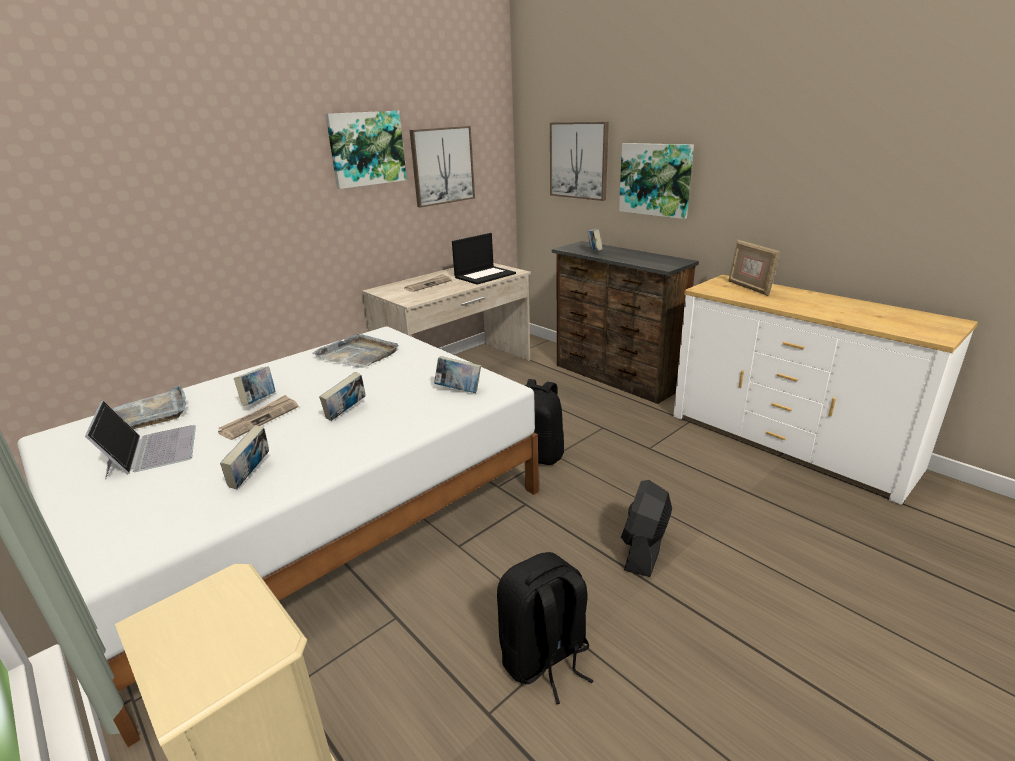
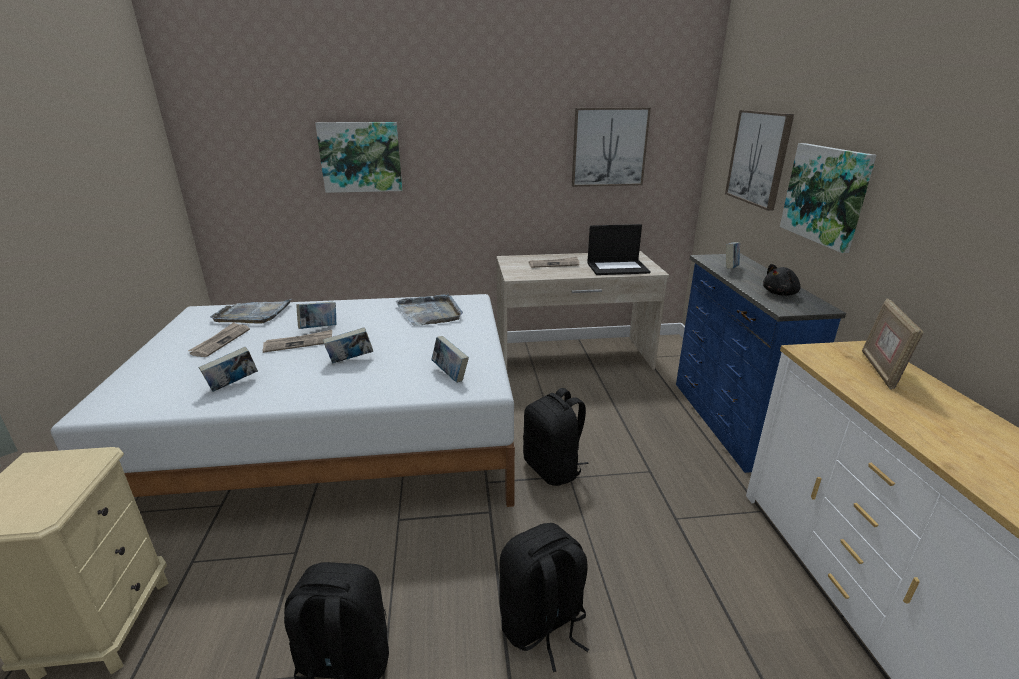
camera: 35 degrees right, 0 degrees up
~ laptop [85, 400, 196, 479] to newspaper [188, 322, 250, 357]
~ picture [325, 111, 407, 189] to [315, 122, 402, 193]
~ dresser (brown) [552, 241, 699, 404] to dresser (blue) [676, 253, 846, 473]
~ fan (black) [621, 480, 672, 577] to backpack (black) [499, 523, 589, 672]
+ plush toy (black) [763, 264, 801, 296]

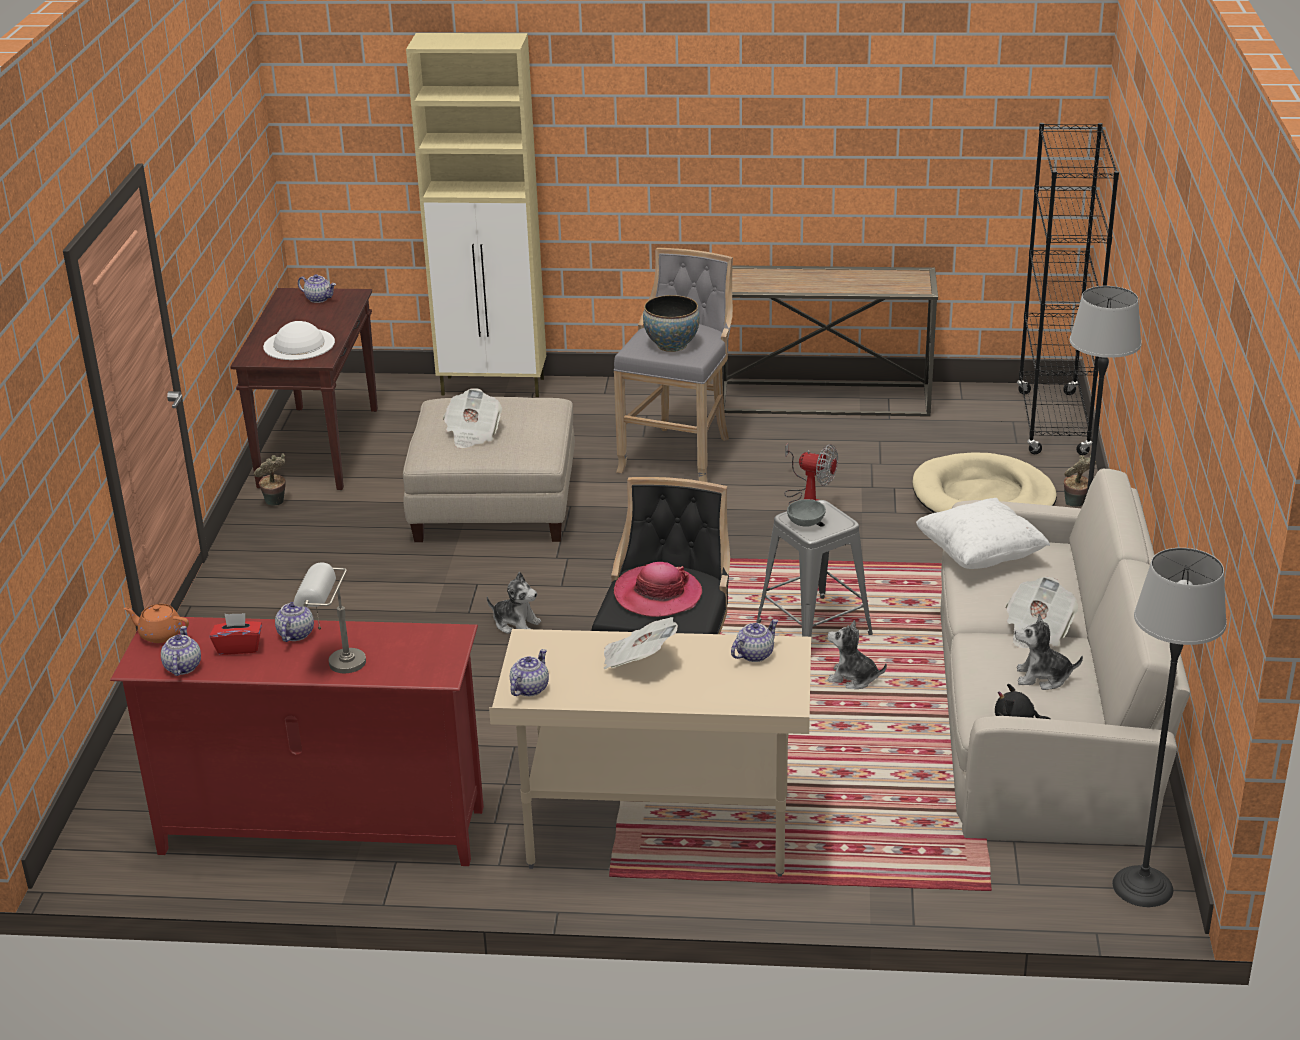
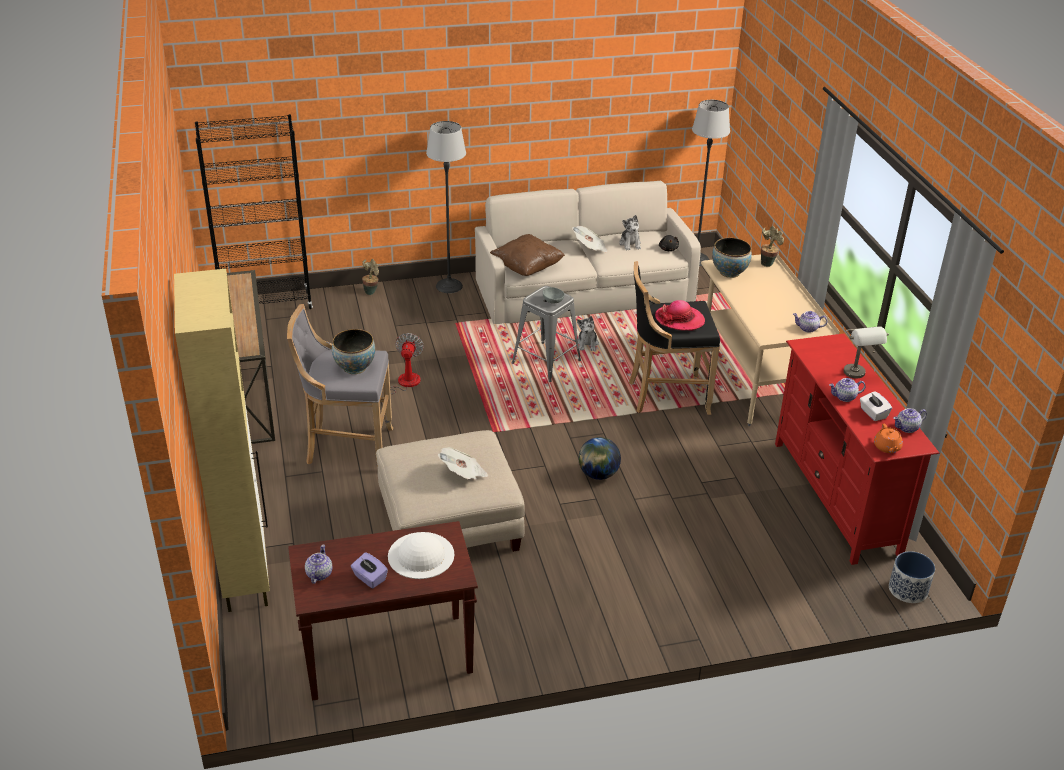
camera: 110 degrees left, 5 degrees up
~ tissue box (red) [210, 613, 262, 655] to tissue box (white) [860, 391, 892, 421]
~ potted plant [254, 453, 286, 506] to [761, 226, 784, 267]
~ plush toy [487, 572, 541, 634] to globe [578, 437, 621, 480]
- newspaper [604, 617, 678, 669]
~ teapot [731, 619, 779, 662] to bowl [712, 238, 752, 278]
- dog bed (beige) [912, 453, 1057, 513]
~ pillow (white) [916, 498, 1050, 569] to pillow (brown) [490, 234, 565, 276]
+ tissue box (purple) [350, 552, 388, 589]
+ planter [889, 551, 935, 603]

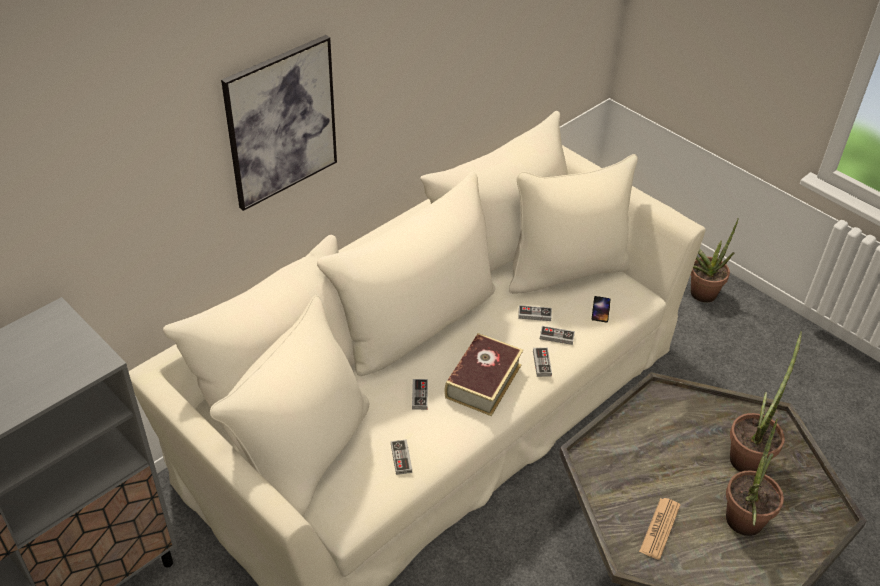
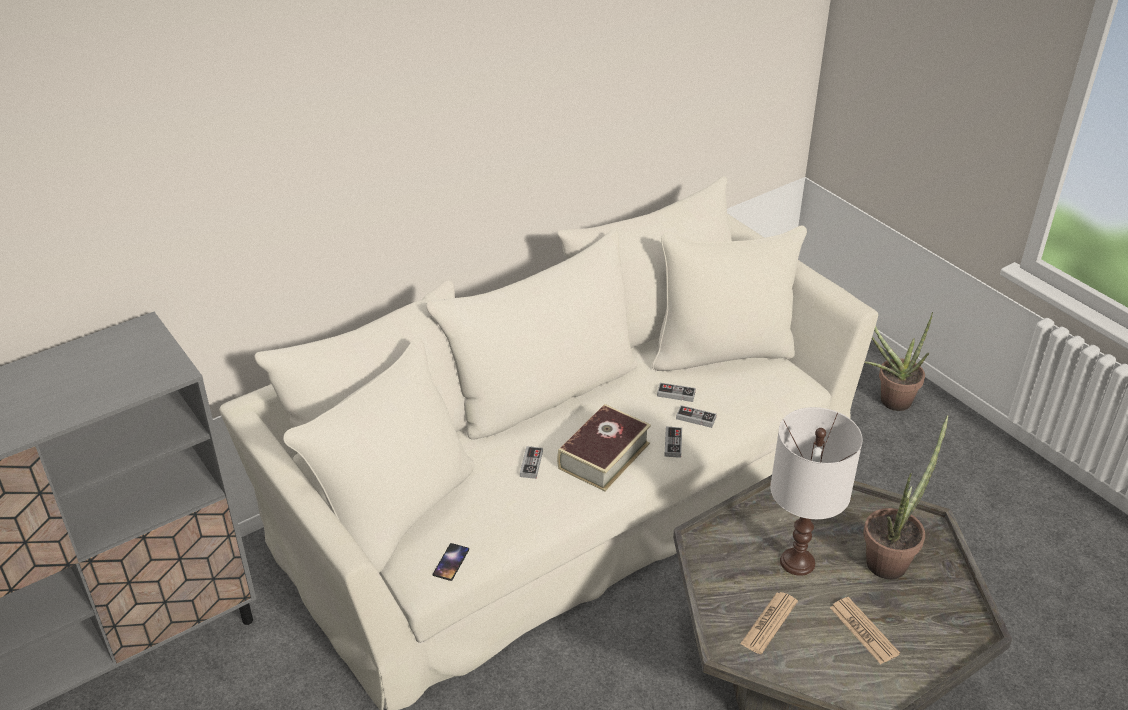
camera: 10 degrees right, 5 degrees down
- picture [221, 35, 337, 211]
- game controller [391, 439, 412, 475]
~ phone [592, 296, 611, 323] to [433, 543, 469, 581]
~ potted plant [726, 418, 784, 536] to newspaper [830, 597, 900, 664]
+ table lamp (white) [770, 407, 863, 576]

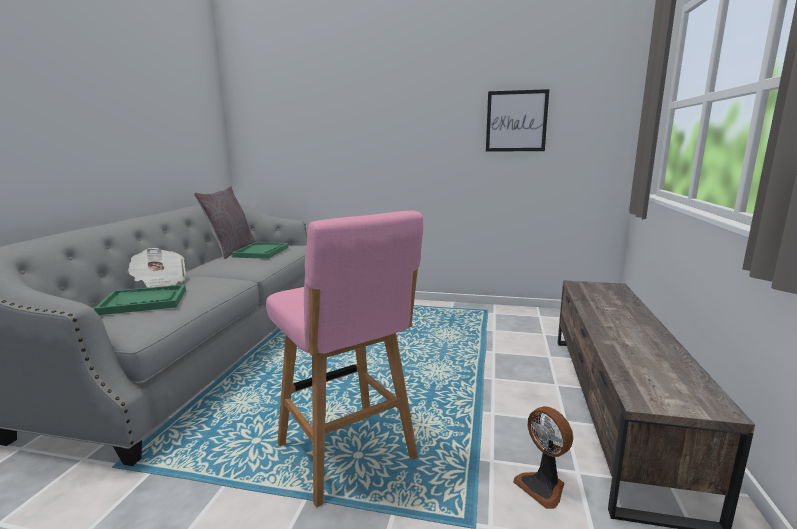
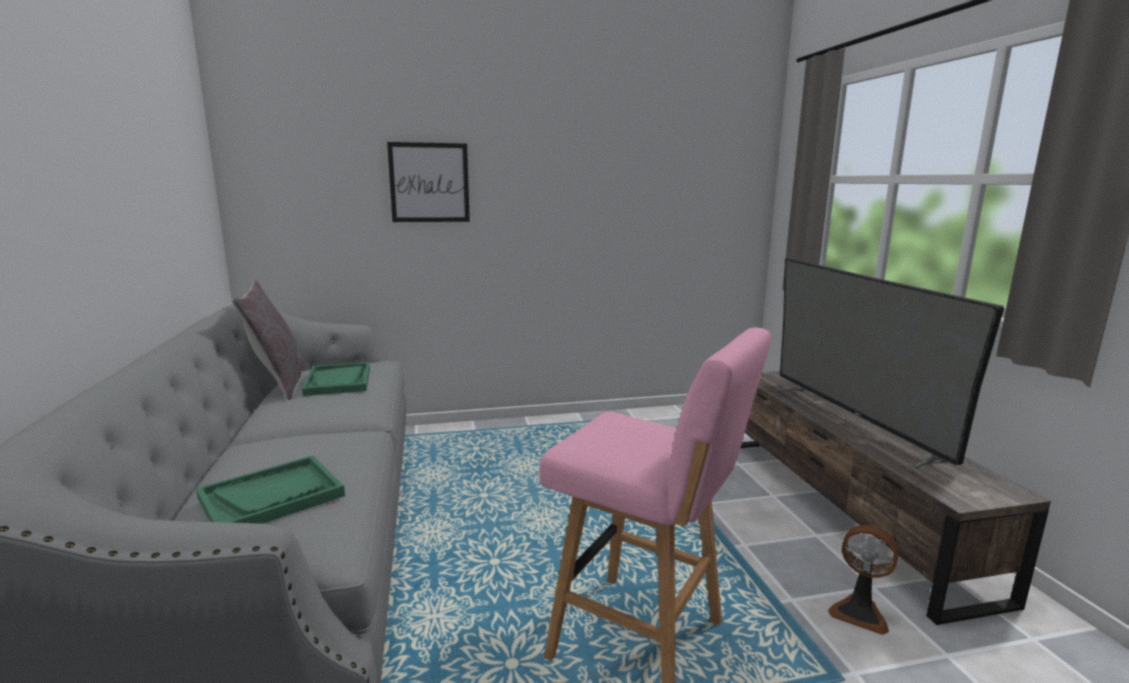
camera: 25 degrees left, 0 degrees up
- newspaper [128, 248, 186, 288]
~ picture [486, 89, 549, 152] to [387, 142, 470, 222]
+ television [775, 258, 1004, 469]

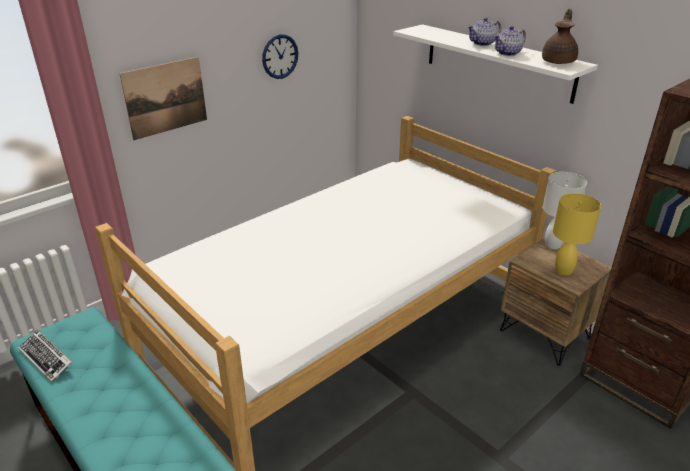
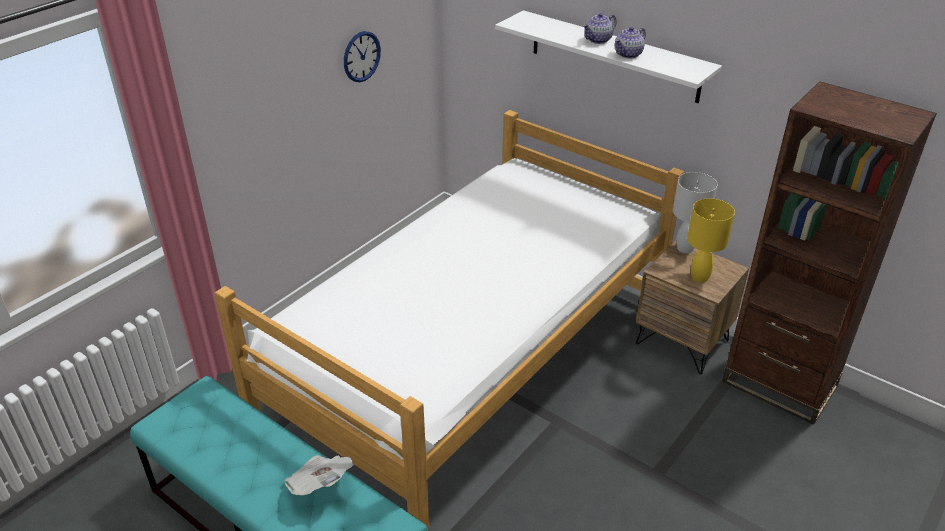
camera: 10 degrees left, 5 degrees up
- keyboard [18, 330, 73, 383]
- picture [119, 57, 207, 140]
- teapot (brown) [542, 9, 578, 64]
+ newspaper [284, 455, 354, 495]

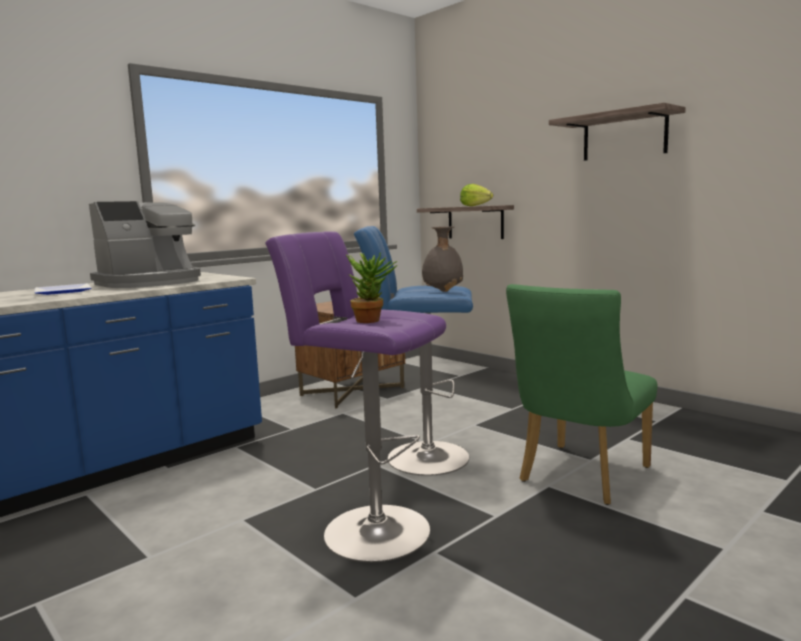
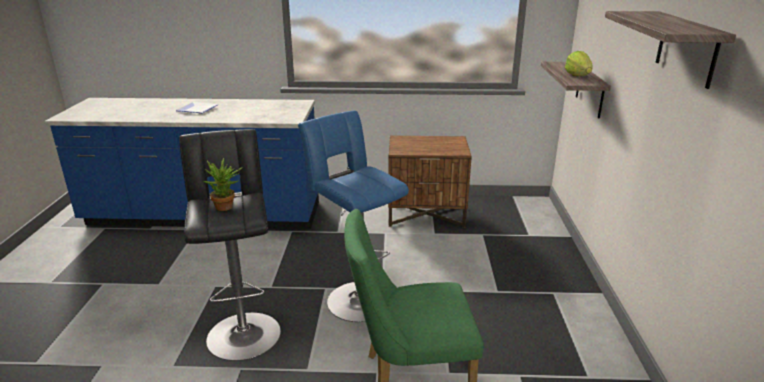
camera: 45 degrees right, 15 degrees up
- coffee machine [89, 201, 201, 288]
~ stool (purple) [265, 231, 446, 563] to stool (black) [179, 129, 281, 361]
- vase (grey) [422, 226, 463, 292]

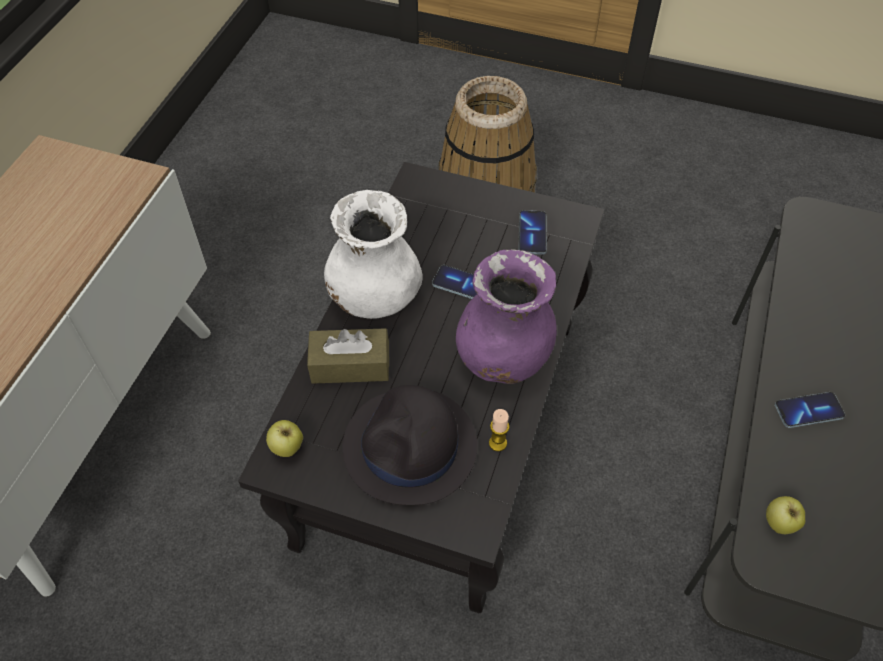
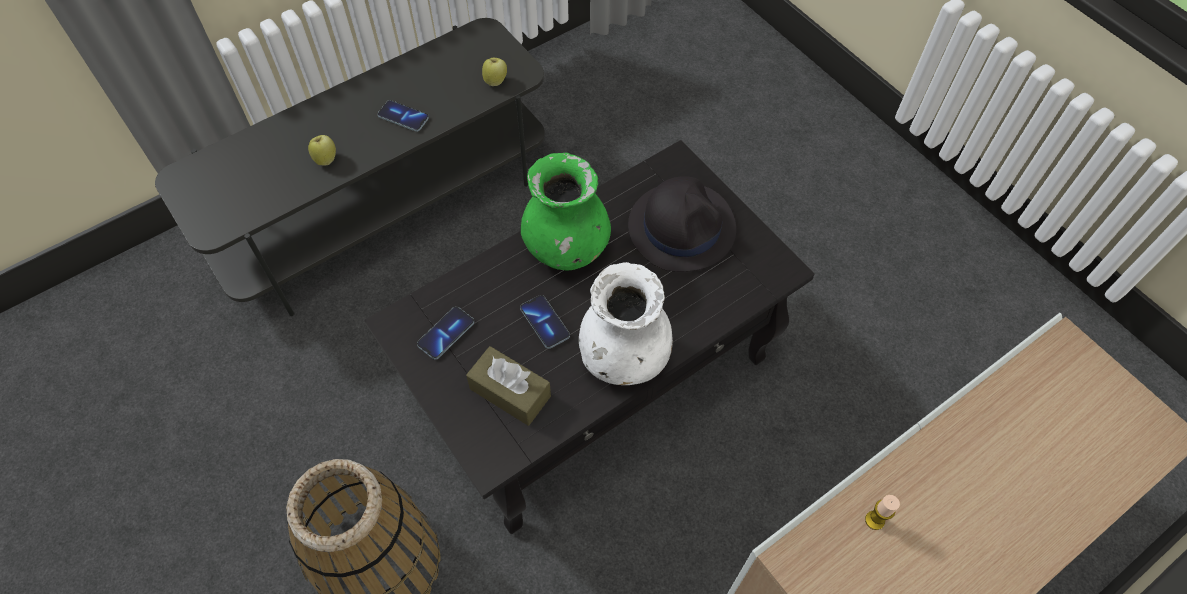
camera: 145 degrees left, 5 degrees up
~ apple [266, 420, 303, 457] to [308, 135, 336, 166]
~ tissue box (brown) [307, 328, 389, 384] to [466, 346, 551, 426]
~ vase (purple) [456, 249, 557, 384] to vase (green) [521, 153, 611, 270]
~ candle [489, 409, 509, 452] to [865, 495, 900, 530]

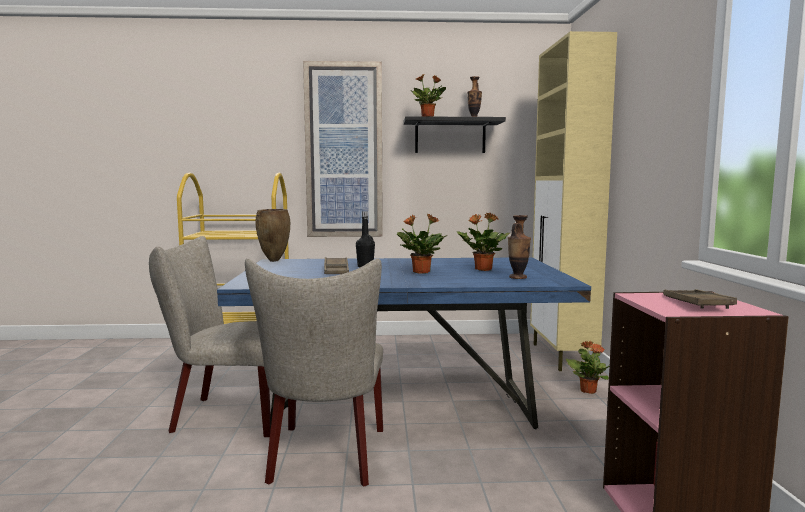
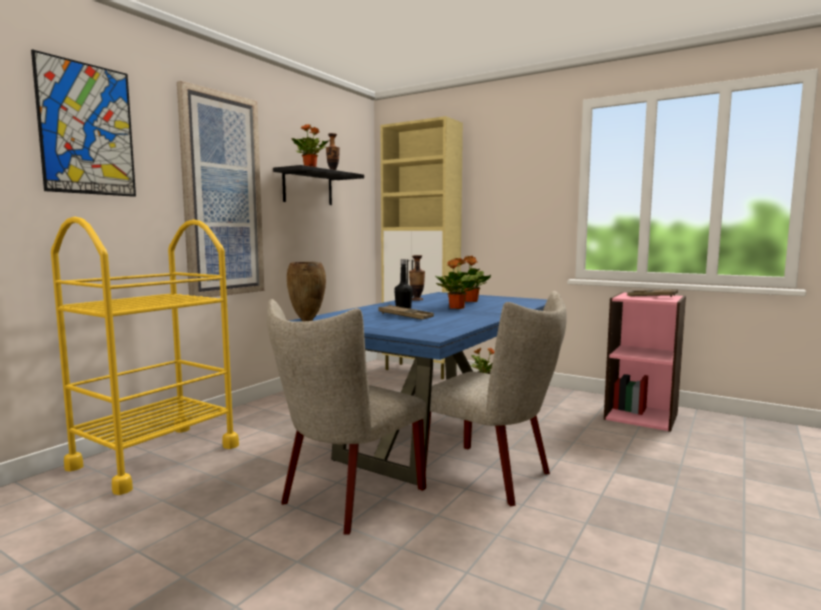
camera: 55 degrees left, 0 degrees up
~ vase [508, 215, 531, 279] to [409, 255, 425, 301]
+ picture [31, 49, 136, 197]

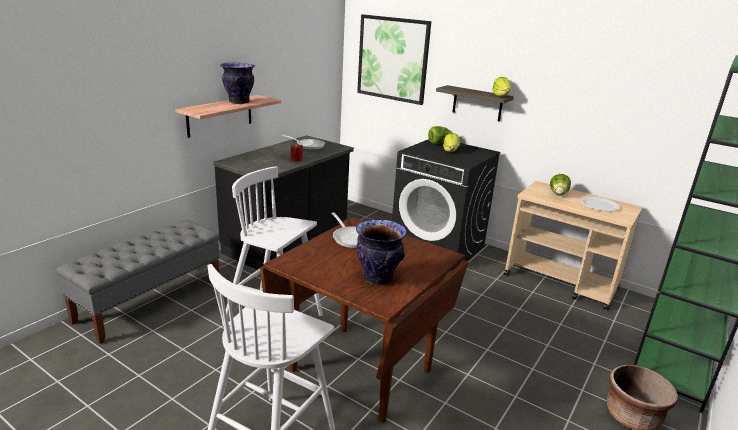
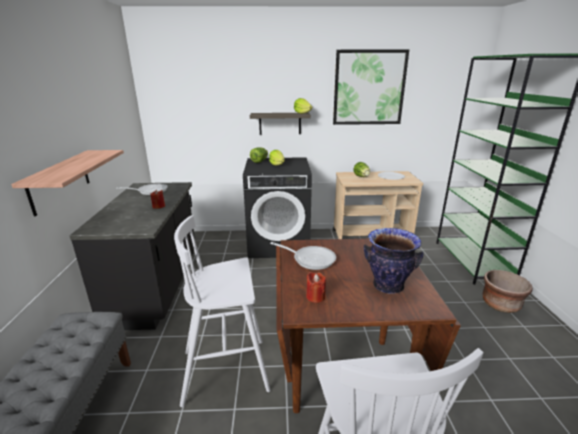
camera: 35 degrees left, 0 degrees up
- vase [221, 63, 255, 104]
~ picture [357, 14, 431, 105] to [333, 49, 409, 125]
+ candle (red) [306, 272, 326, 303]

